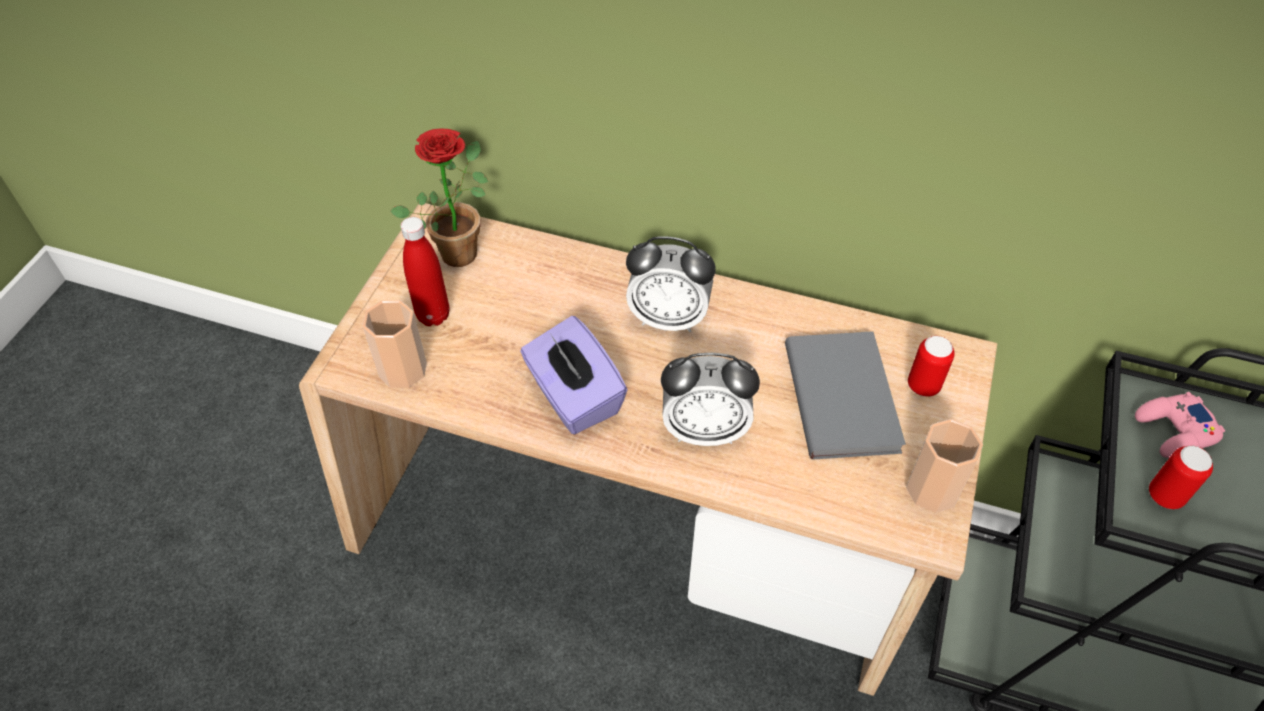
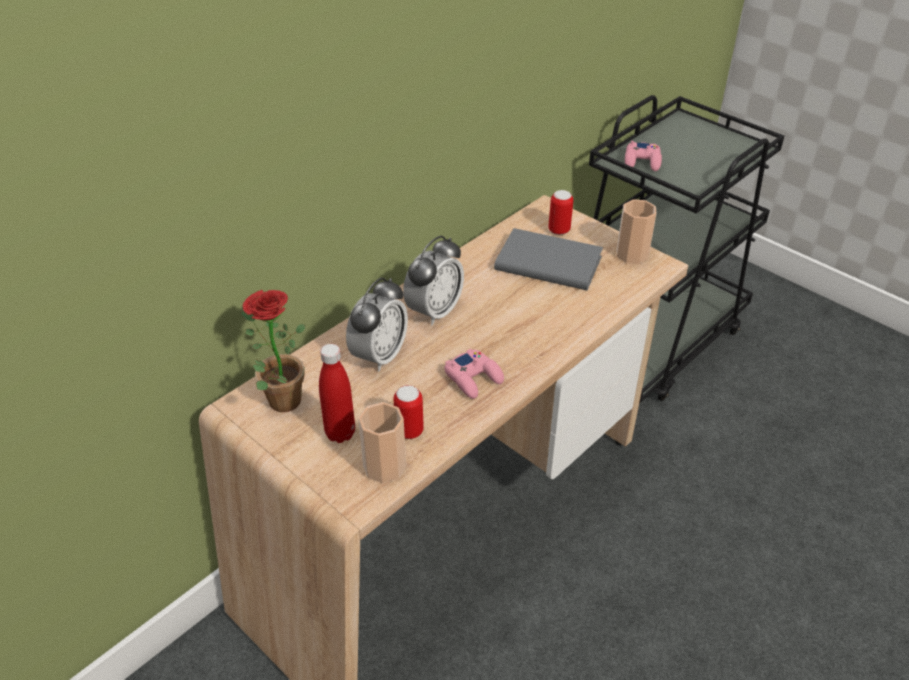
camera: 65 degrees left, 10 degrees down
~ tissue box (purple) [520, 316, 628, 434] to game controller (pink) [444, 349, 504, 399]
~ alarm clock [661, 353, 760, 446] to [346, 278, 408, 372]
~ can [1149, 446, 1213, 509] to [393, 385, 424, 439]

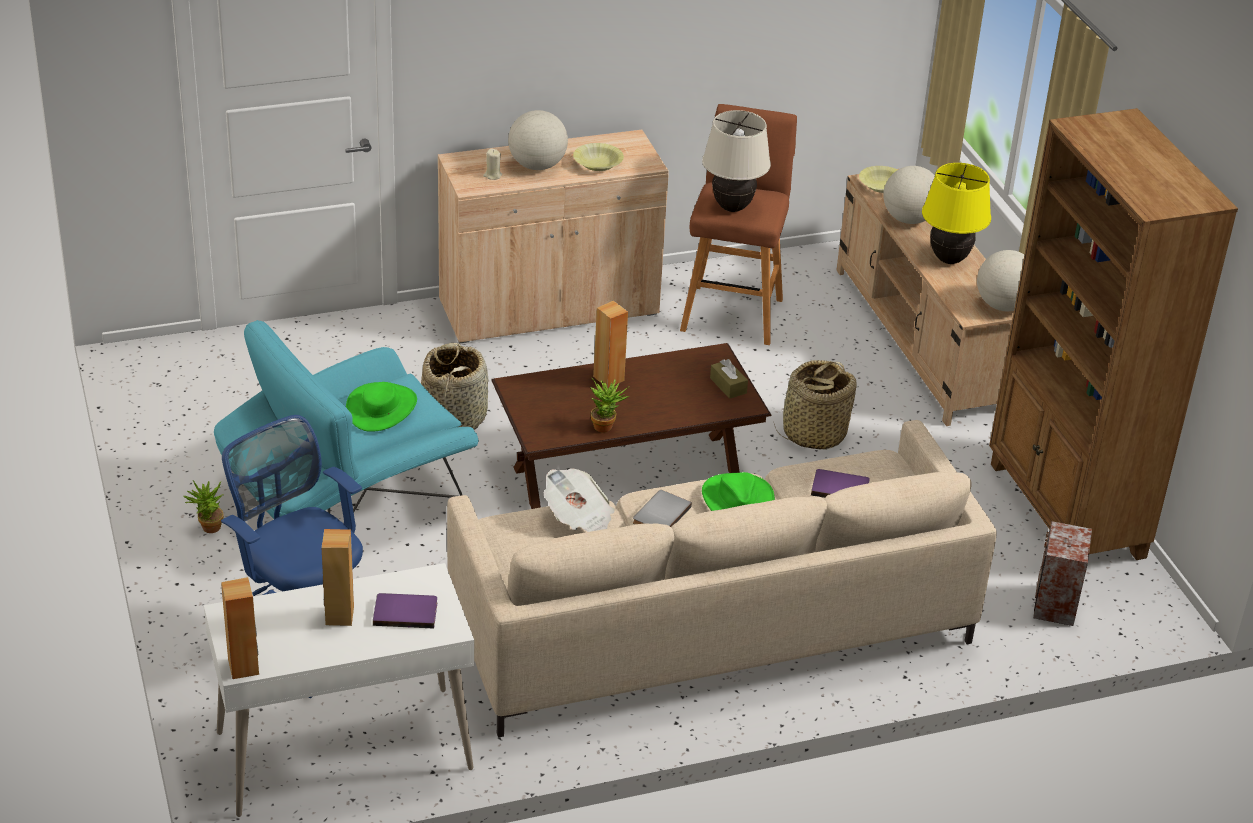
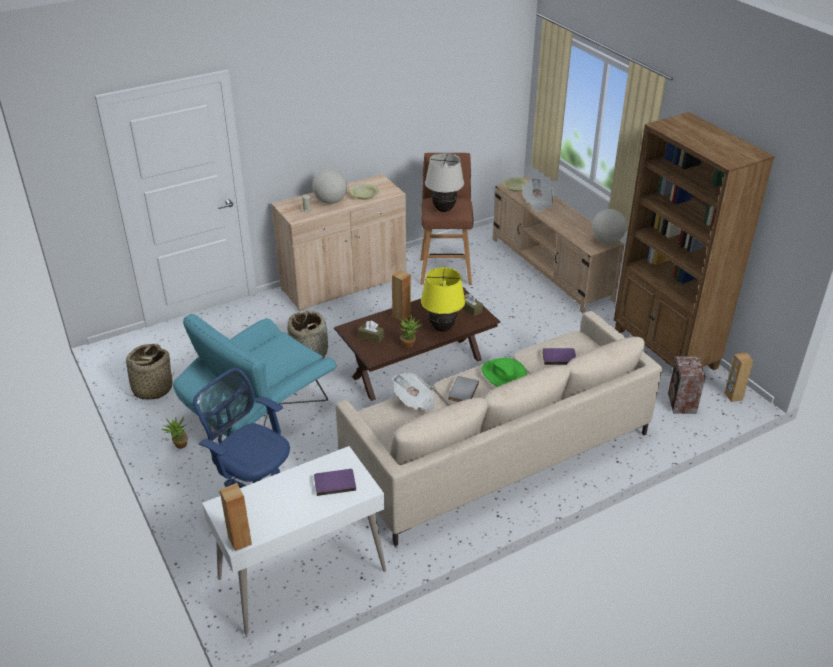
camera: 10 degrees left, 0 degrees up
~ speaker (brown) [322, 529, 354, 626] to [725, 352, 753, 402]
- hat (green) [346, 382, 417, 432]
~ basket [774, 360, 857, 450] to [119, 344, 175, 400]
~ globe [883, 166, 935, 224] to newspaper [522, 178, 554, 212]
~ table lamp (yellow) [922, 163, 991, 264] to [421, 267, 465, 332]
+ tissue box (brown) [358, 321, 384, 343]

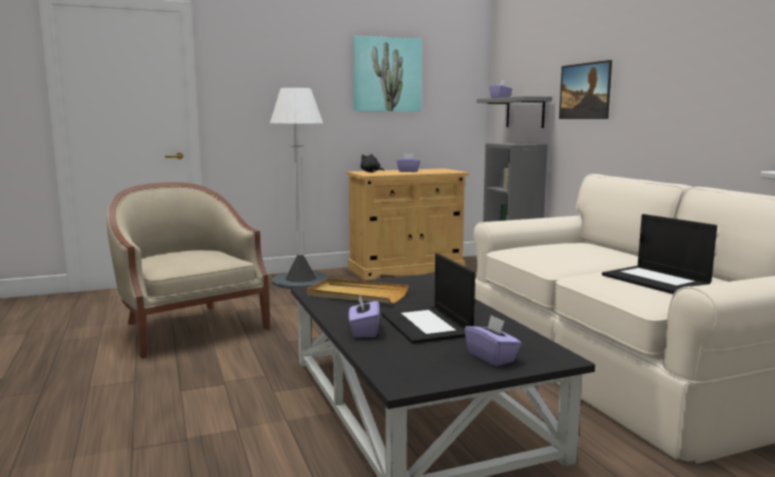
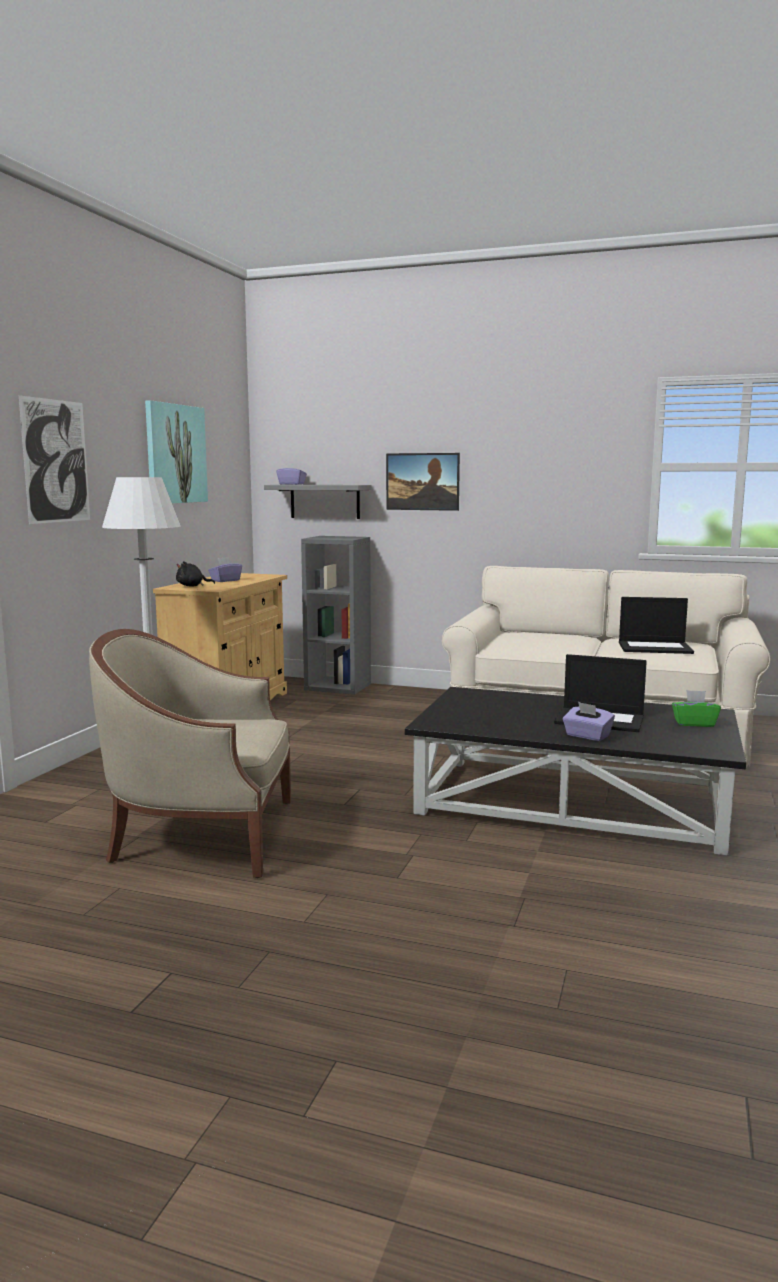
camera: 50 degrees left, 0 degrees up
- tray (beige) [307, 278, 409, 303]
~ tissue box (purple) [464, 315, 522, 366] to tissue box (green) [672, 690, 721, 727]
+ picture [19, 395, 90, 524]

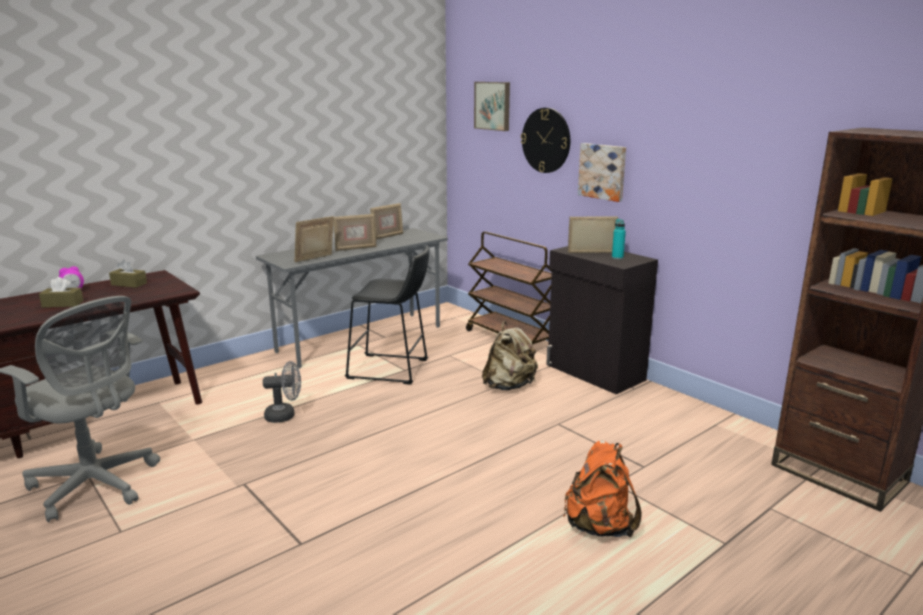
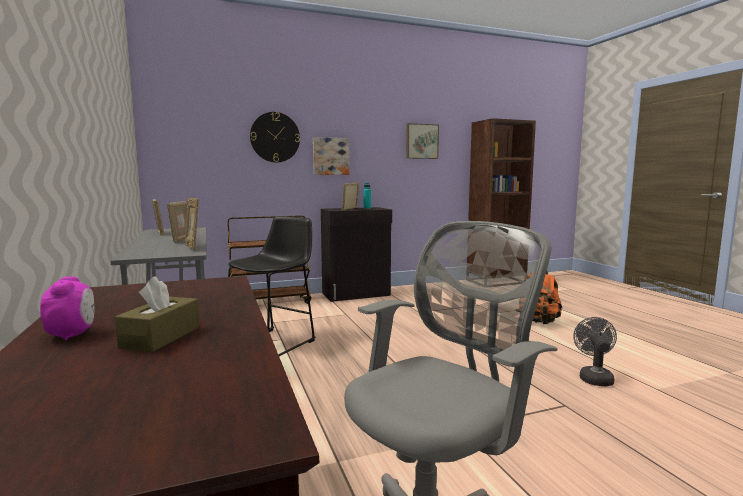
camera: 70 degrees left, 10 degrees down
- tissue box (brown) [109, 260, 147, 288]
~ fan (grey) [263, 361, 301, 423] to [573, 317, 617, 386]
~ picture [474, 82, 510, 131] to [406, 123, 439, 159]
- backpack (beige) [482, 321, 538, 390]

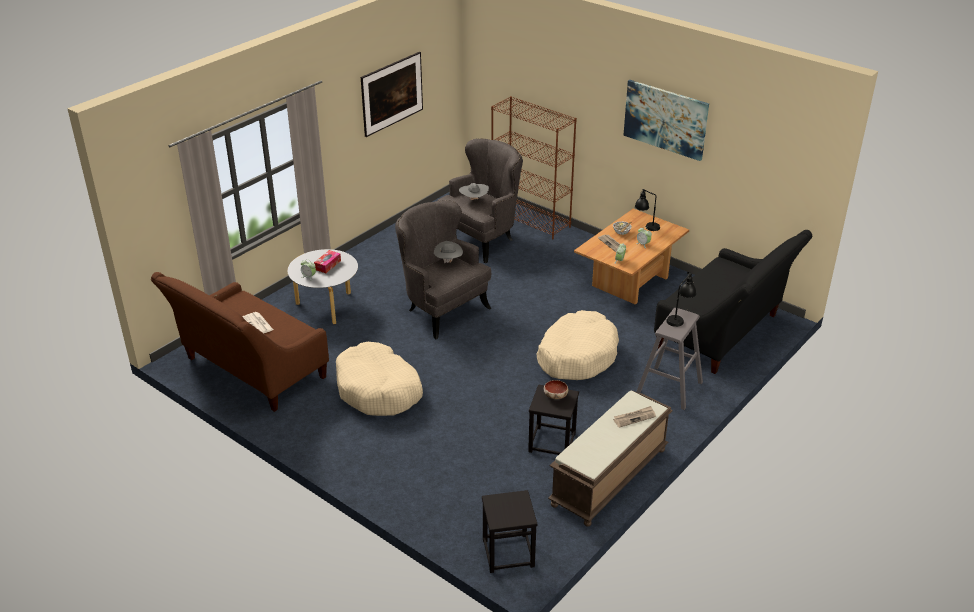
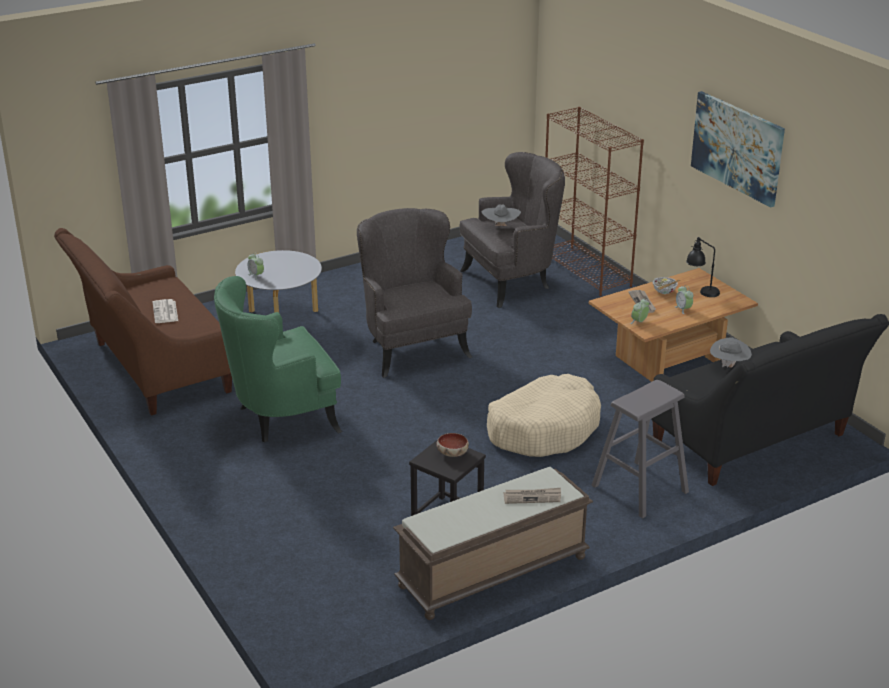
camera: 20 degrees right, 5 degrees down
- tissue box [314, 250, 341, 273]
~ dog bed (beige) [336, 342, 423, 416] to armchair (green) [214, 276, 342, 443]
- picture [361, 52, 423, 137]
~ hat (grey) [434, 241, 463, 263] to [710, 337, 752, 368]
- stool (black) [482, 490, 537, 573]
- table lamp (black) [666, 272, 696, 327]

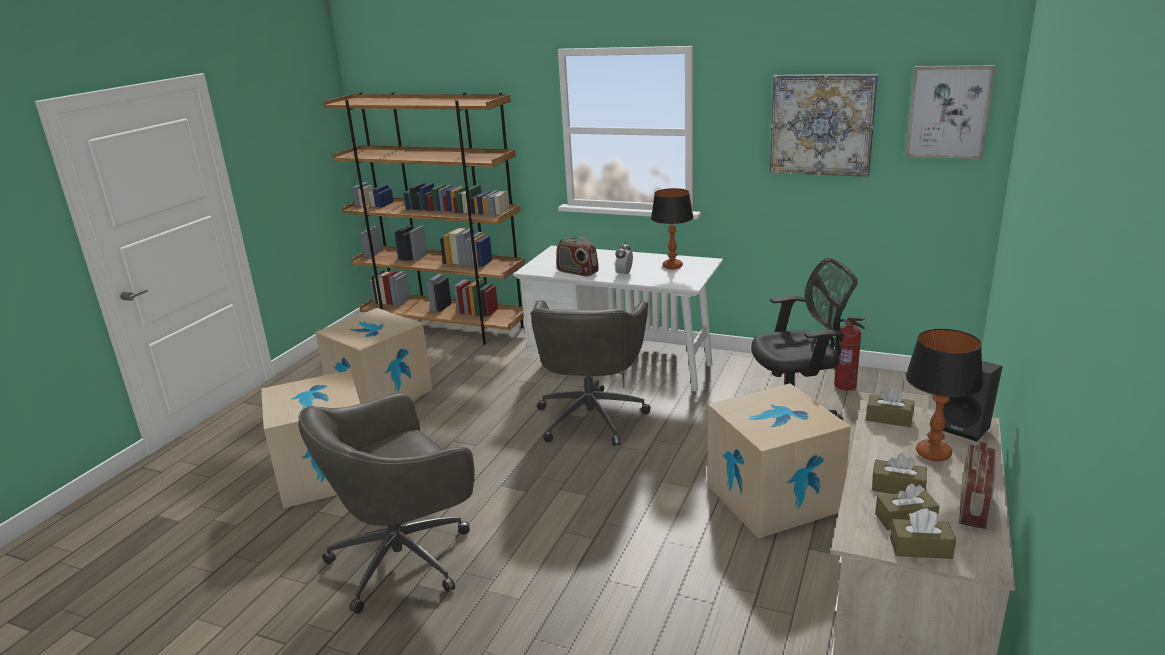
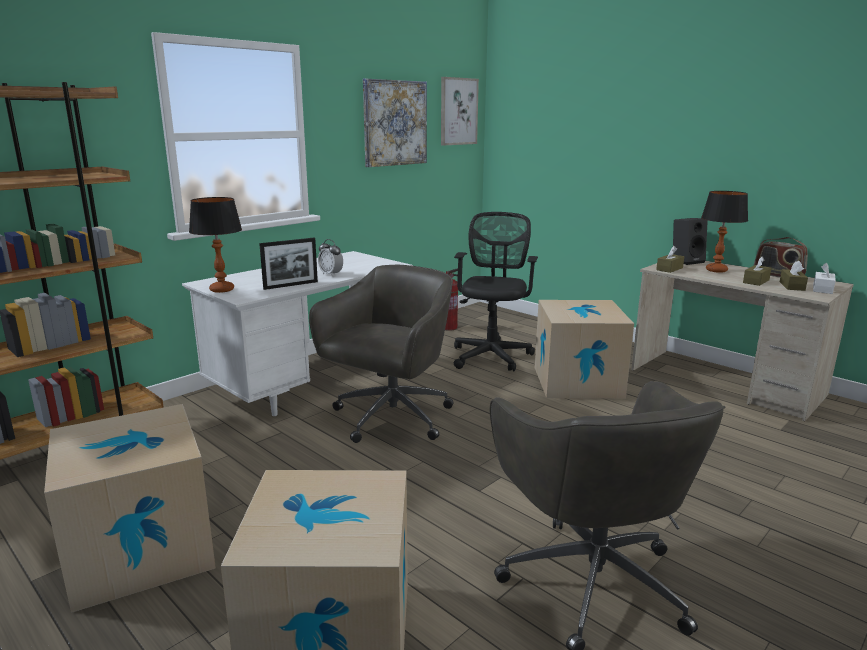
camera: 70 degrees left, 5 degrees down
~ office chair (grey) [530, 300, 651, 446] = [309, 265, 454, 443] 90 degrees counterclockwise
~ radio [556, 237, 599, 277] to picture frame [259, 238, 318, 290]
~ table lamp [651, 188, 694, 269] to [189, 197, 242, 293]
~ tissue box (brown) [890, 509, 956, 559] to tissue box (white) [813, 263, 836, 294]

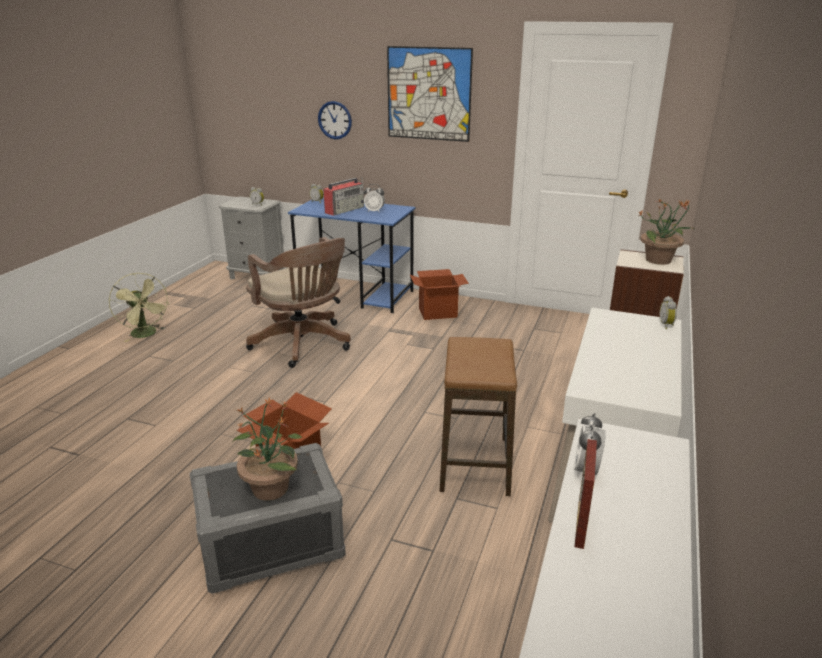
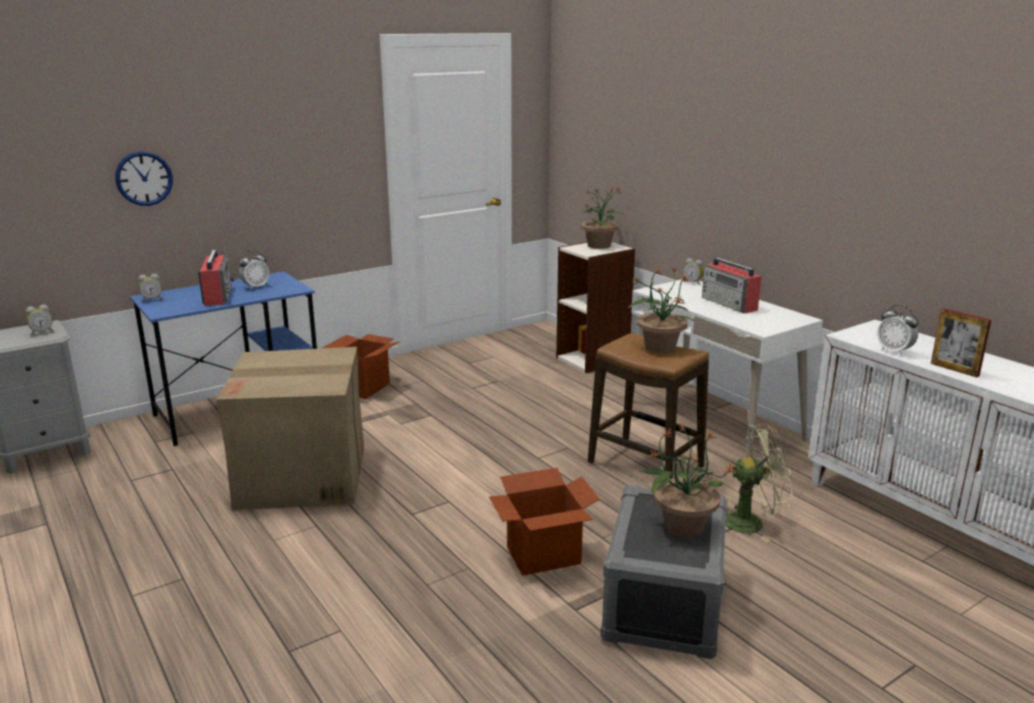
camera: 55 degrees left, 5 degrees down
~ fan (green) [109, 273, 170, 342] to [725, 424, 793, 542]
~ office chair (brown) [246, 237, 351, 368] to cardboard box [216, 347, 364, 510]
- picture [387, 46, 473, 142]
+ potted plant [628, 267, 694, 353]
+ radio [702, 258, 762, 314]

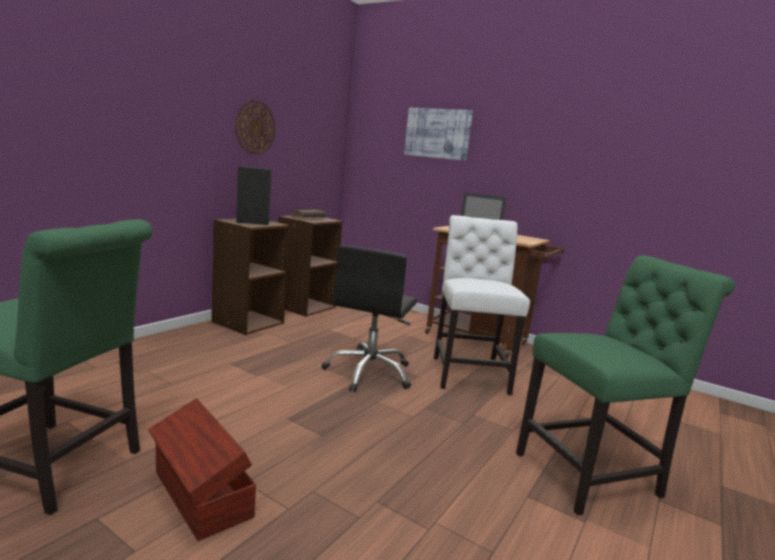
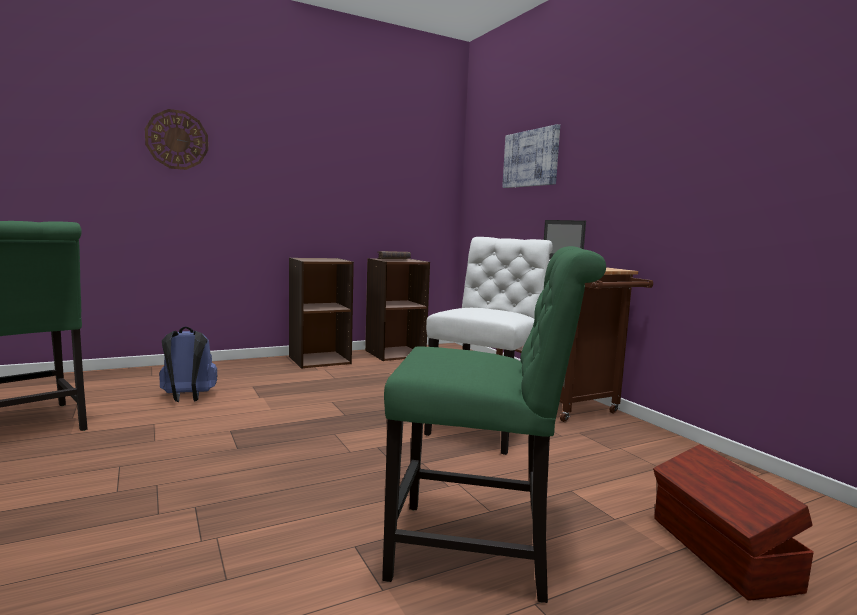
camera: 30 degrees right, 5 degrees down
~ storage box (brown) [148, 398, 256, 541] to [653, 444, 814, 601]
~ wall clock [235, 100, 275, 155] to [145, 109, 208, 170]
- speaker (black) [236, 166, 272, 225]
- office chair (black) [321, 245, 417, 392]
+ backpack (blue) [159, 326, 217, 402]

